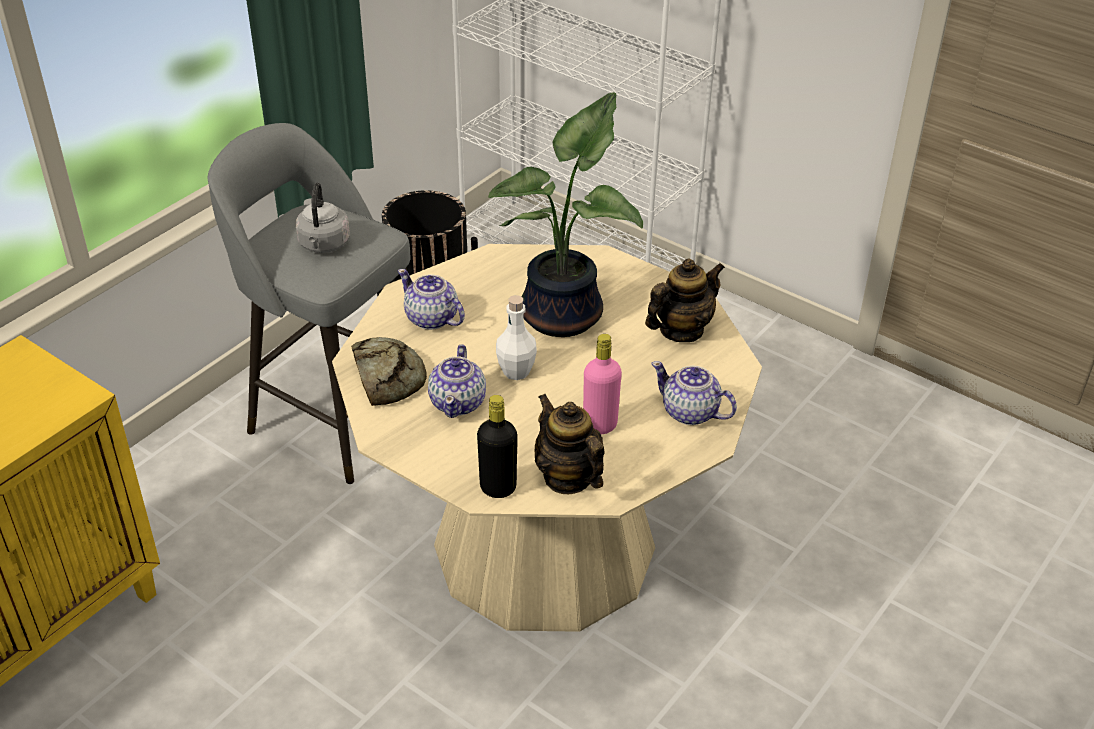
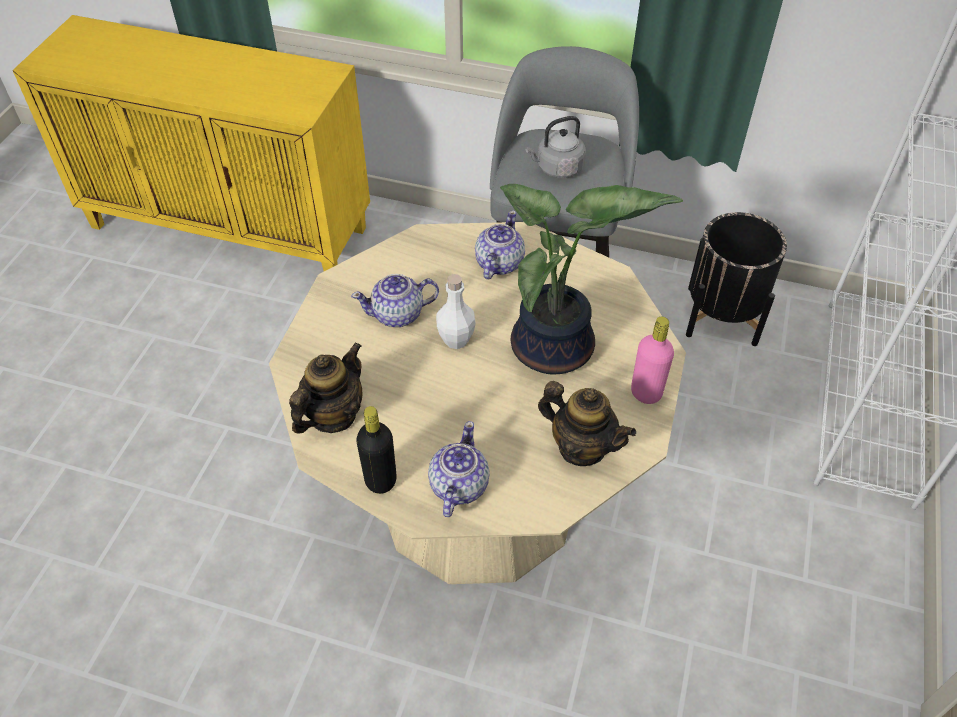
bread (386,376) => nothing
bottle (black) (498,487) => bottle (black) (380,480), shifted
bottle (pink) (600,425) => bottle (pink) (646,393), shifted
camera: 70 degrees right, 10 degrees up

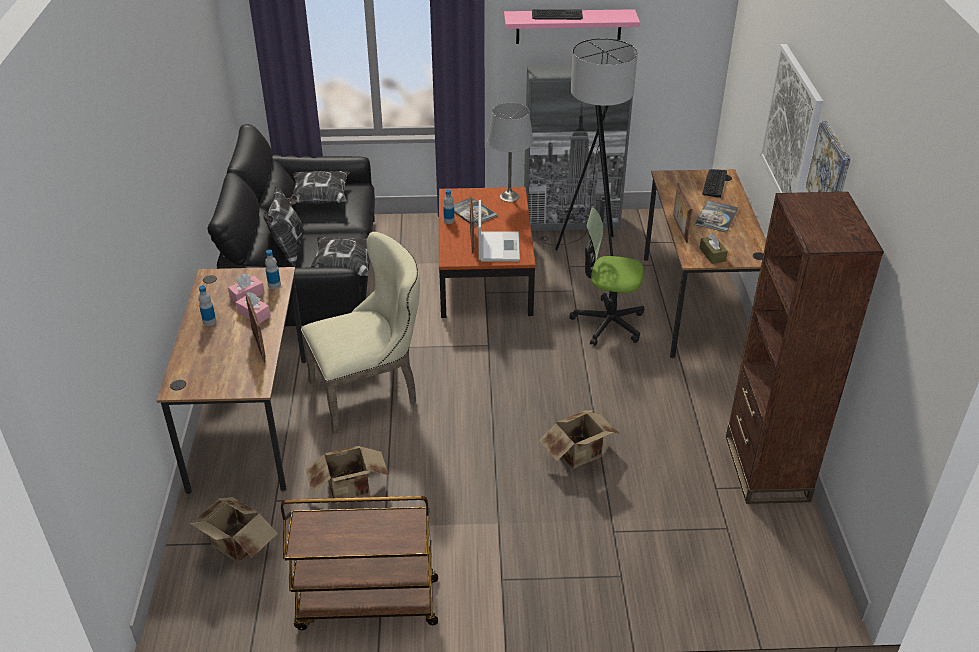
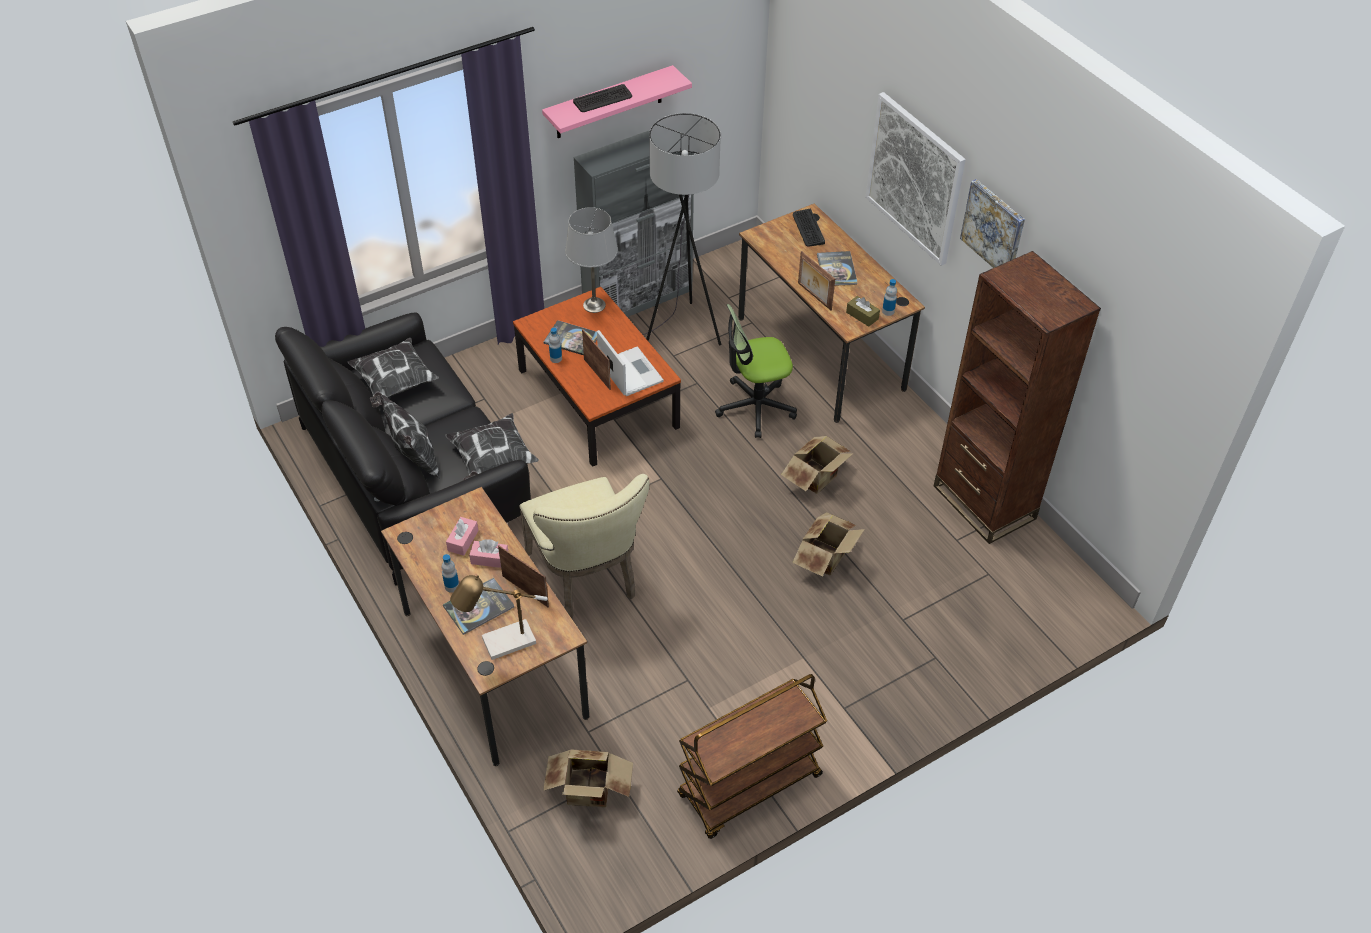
bottle (274,285) => bottle (888,311), shifted
chair (beige) (370,392) => chair (beige) (587,579), 120 degrees clockwise
cardboard box (351,491) => cardboard box (818,479), shifted
nothing => book (478,606)
nothing => table lamp (502,644)
camera: 30 degrees left, 10 degrees up

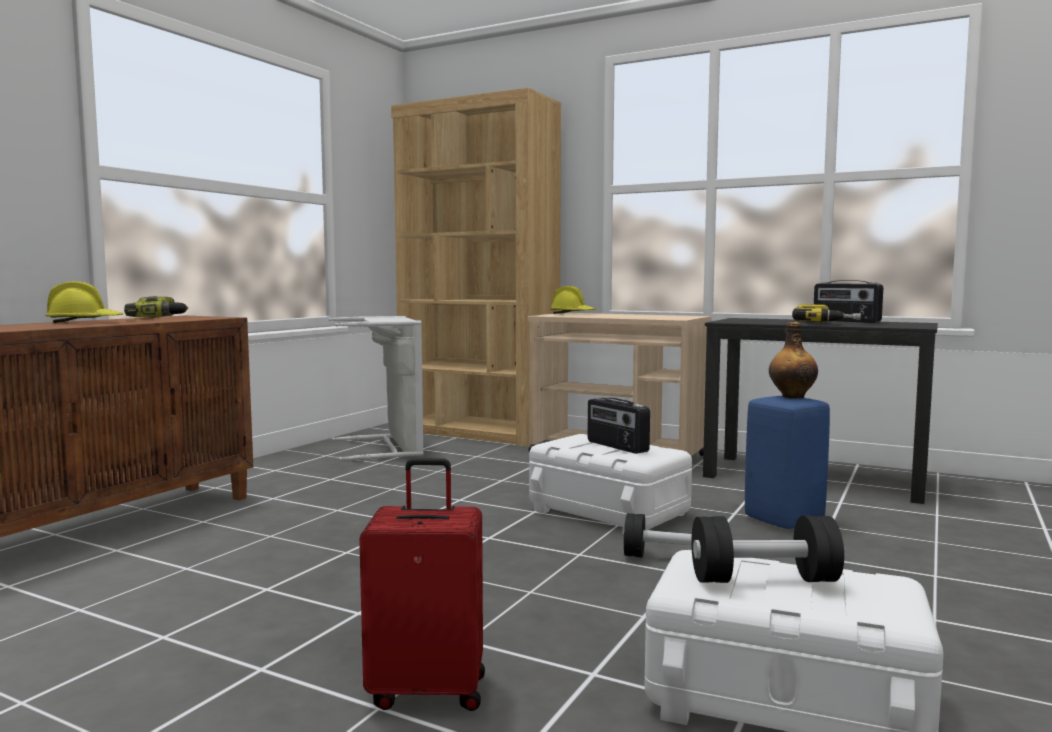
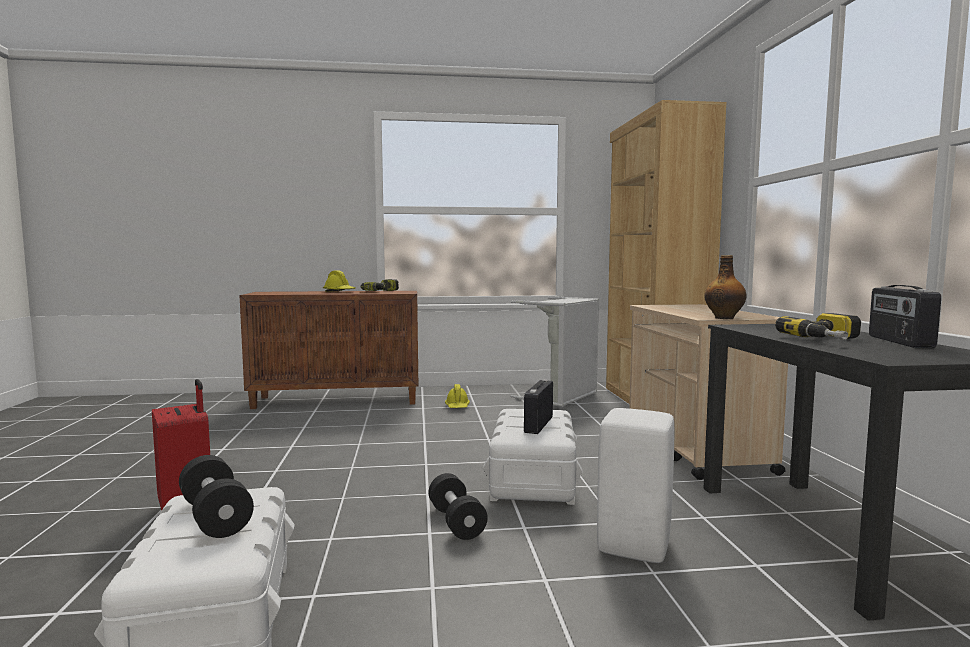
hard hat (yellow) (572,314) => hard hat (yellow) (457,407), shifted
stool (blue) (782,520) => stool (white) (632,546)
bottle (792,396) => bottle (724,318), shifted
camera: 55 degrees right, 0 degrees up

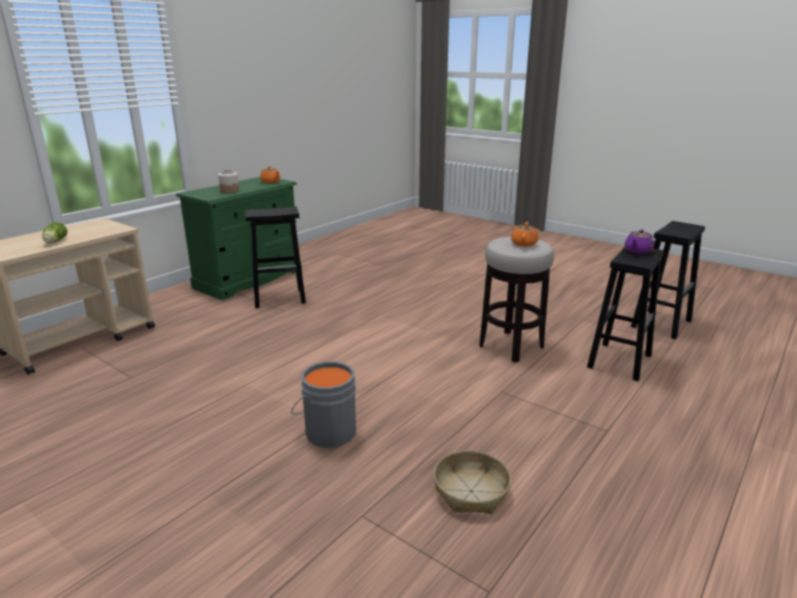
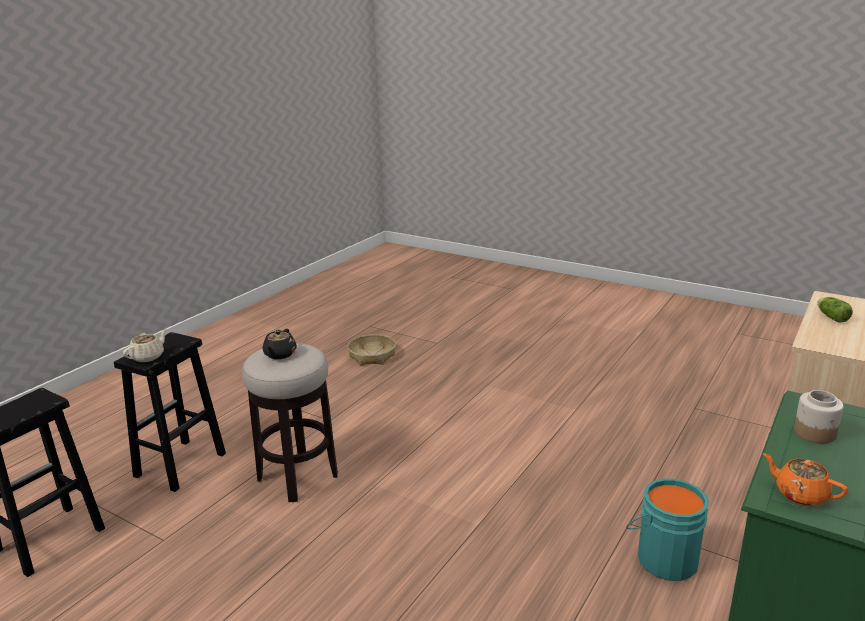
stool (black) (280,298) => bucket (turquoise) (665,558)
bucket (grey) (329,431) => nothing
teapot (orange) (524,243) => teapot (black) (280,354)
teapot (purple) (637,251) => teapot (beige) (148,357)
camera: 175 degrees right, 0 degrees up

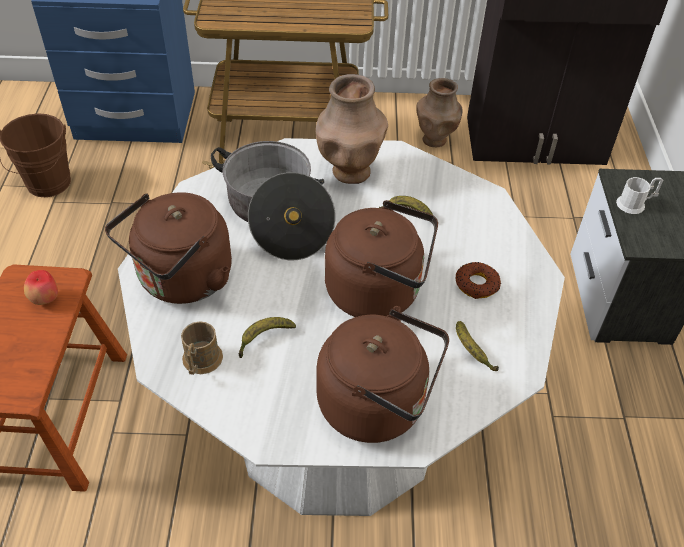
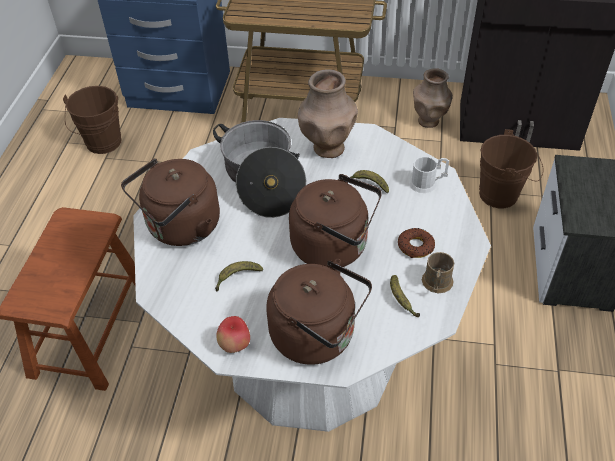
apple (45,299) => apple (235,345), shifted
mug (brown) (200,362) => mug (brown) (436,284), shifted
mug (white) (635,204) => mug (white) (427,183), shifted
nothing => bucket (brown) (503,195)
camera: 10 degrees right, 0 degrees up

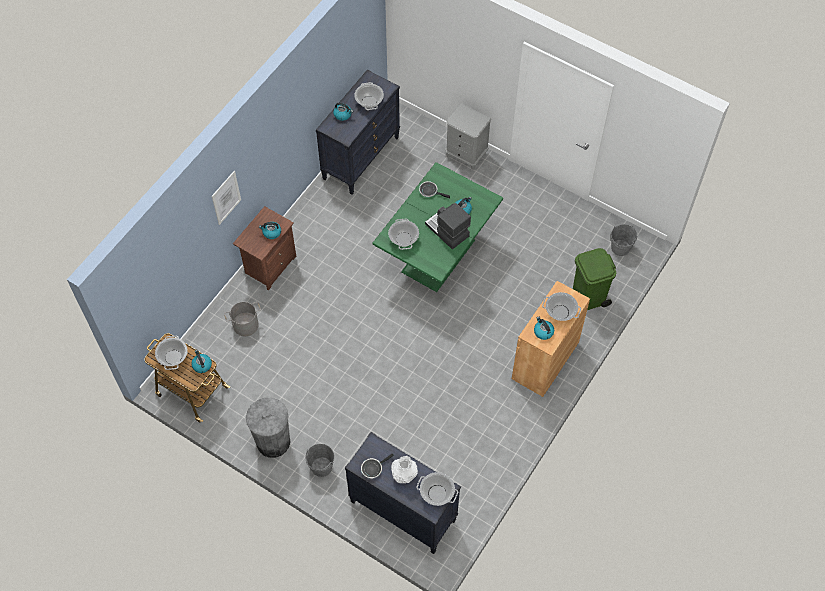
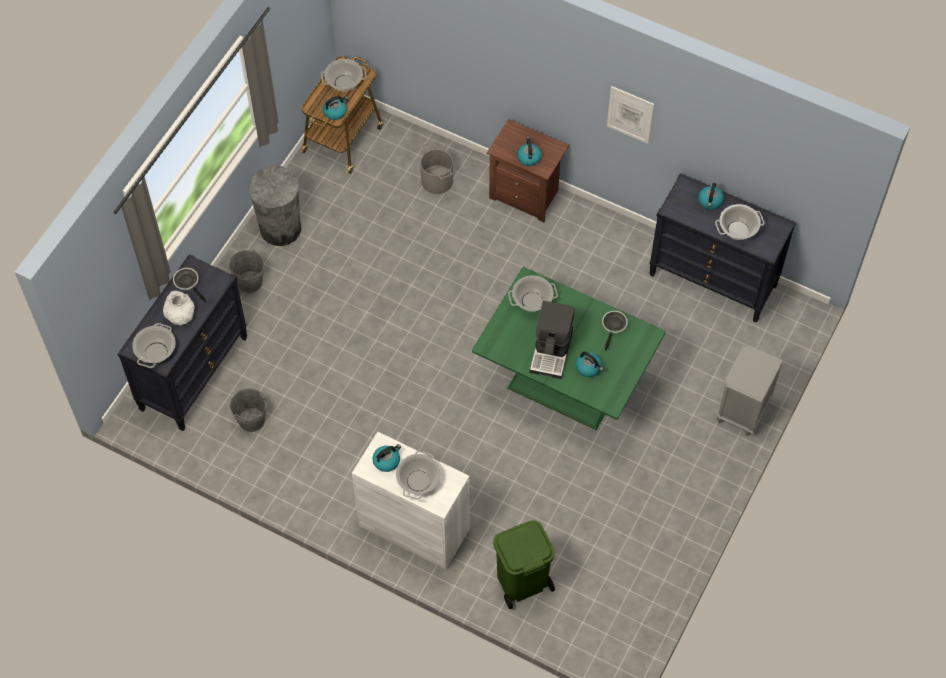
picture (226,197) => picture (630,114), shifted
coffee machine (447,231) => coffee machine (552,351), 150 degrees clockwise
cabinet (brown) (545,360) => cabinet (white) (414,527)
bucket (grey) (620,247) => bucket (grey) (251,420), shifted
camera: 85 degrees right, 0 degrees up

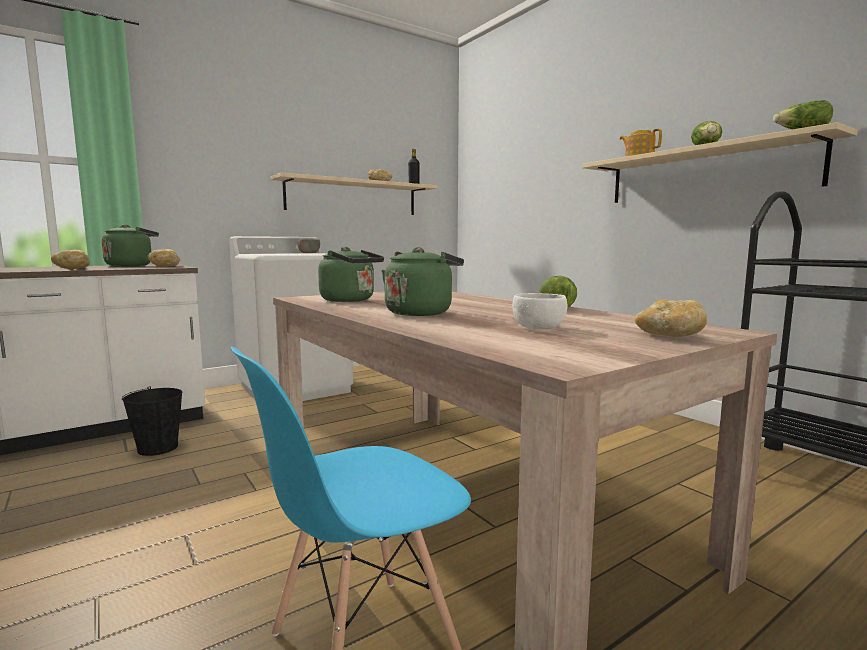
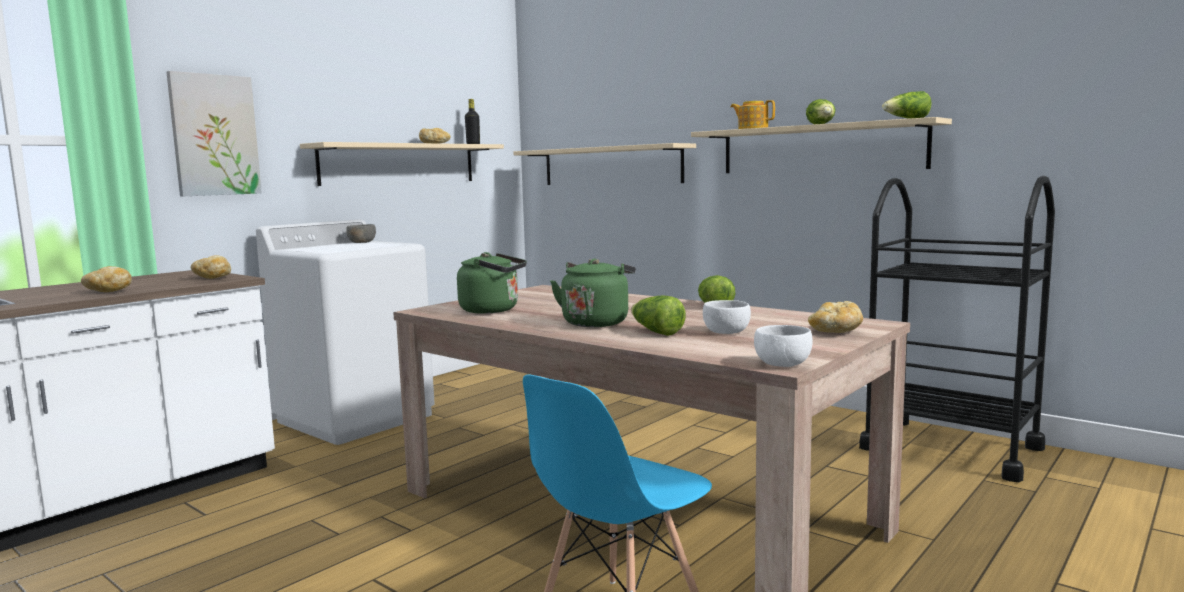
kettle (green) (131,266) => nothing
bucket (black) (158,448) => nothing
nothing => picture (214,135)
nothing => shelf (beige) (610,166)
nothing => lettuce (656,332)
nothing => bowl (white) (782,364)
camera: 15 degrees left, 0 degrees up

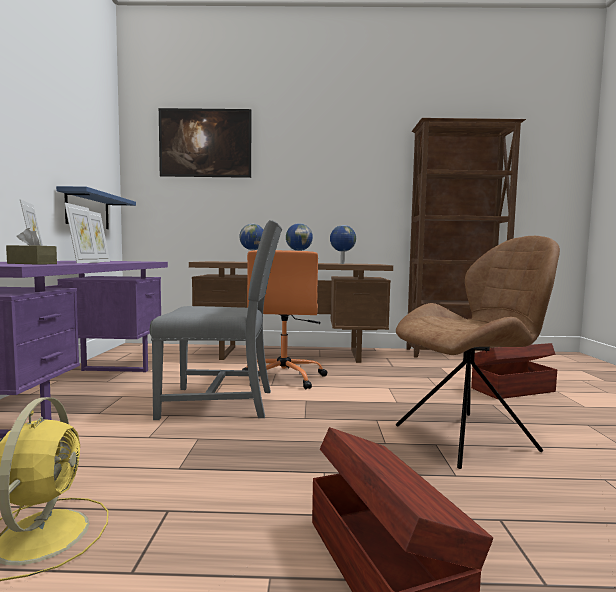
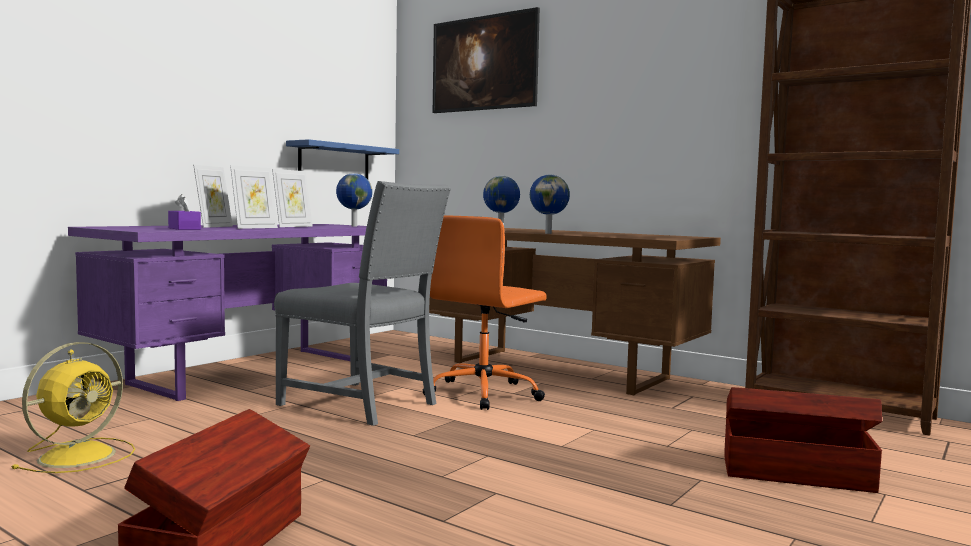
tissue box (brown) (32,263) => tissue box (purple) (184,228)
globe (342,264) => globe (353,226), shifted
chair (brown) (469,437) => nothing
camera: 35 degrees right, 0 degrees up

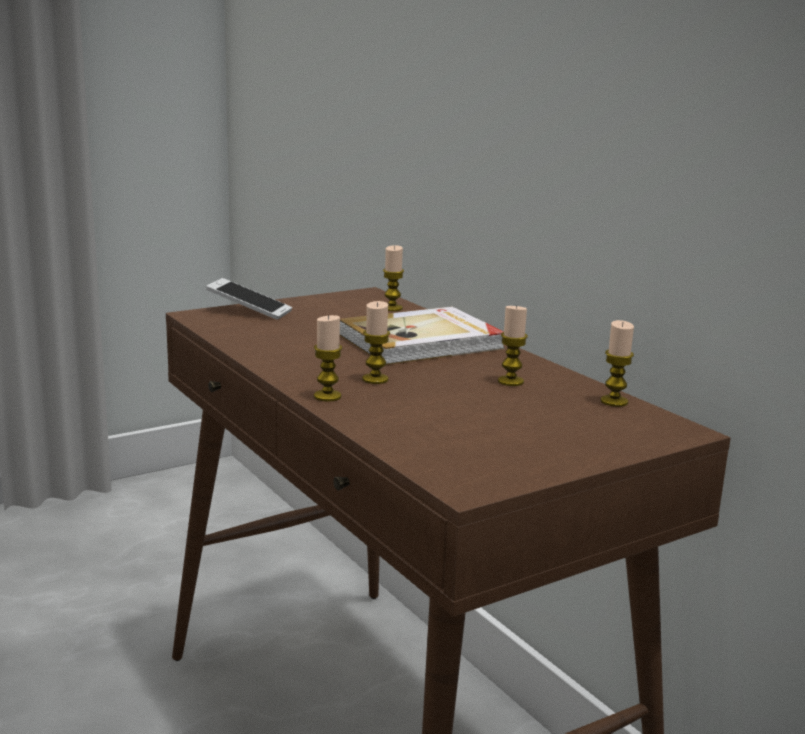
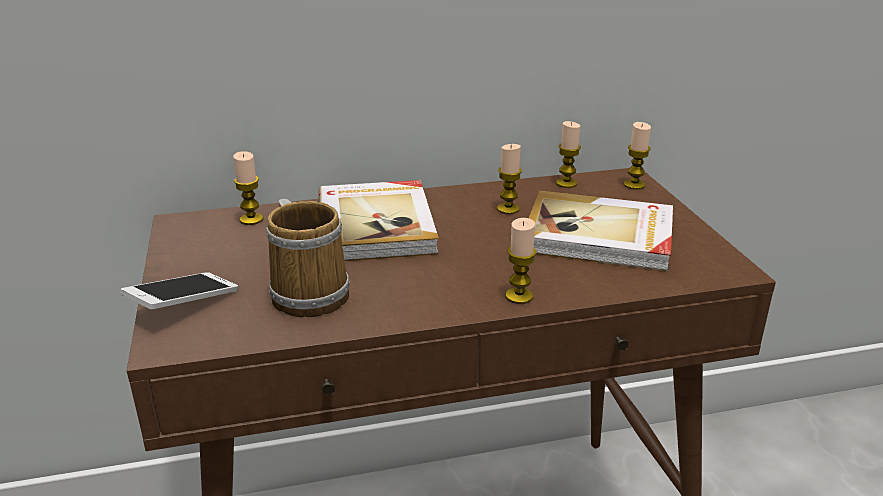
candle (375,379) => candle (634,185), shifted
nothing => mug (310,292)
nothing => book (599,236)
camera: 70 degrees left, 10 degrees up

